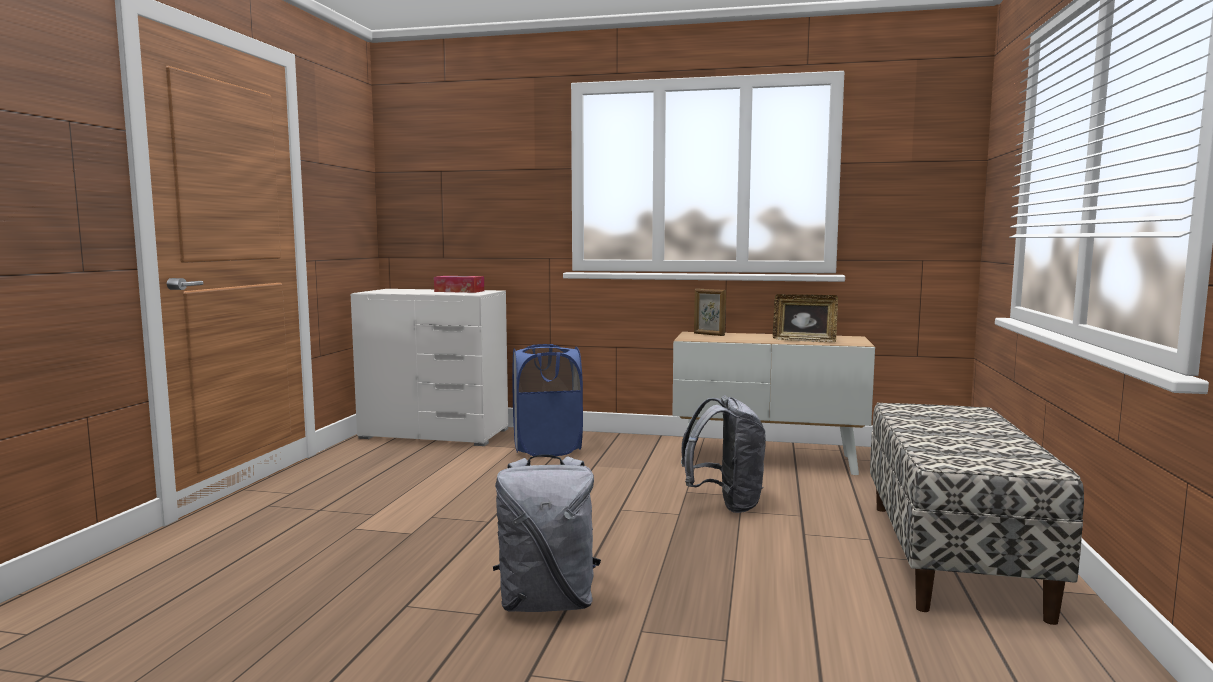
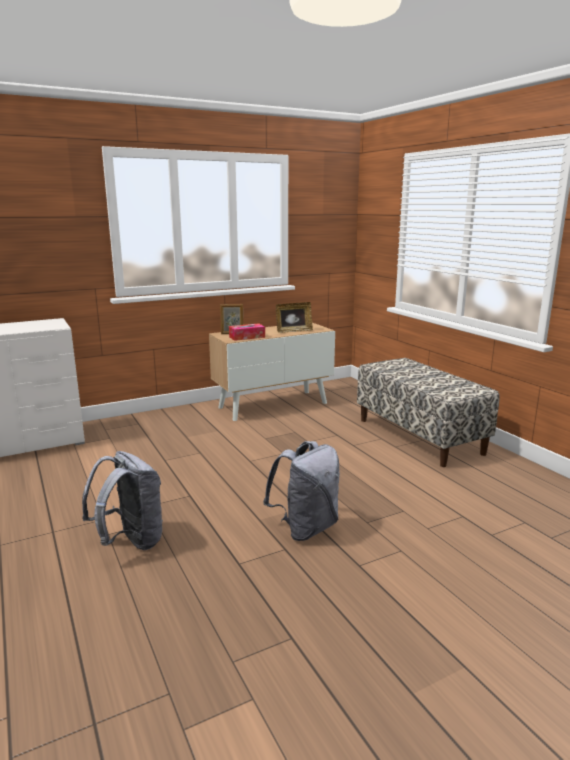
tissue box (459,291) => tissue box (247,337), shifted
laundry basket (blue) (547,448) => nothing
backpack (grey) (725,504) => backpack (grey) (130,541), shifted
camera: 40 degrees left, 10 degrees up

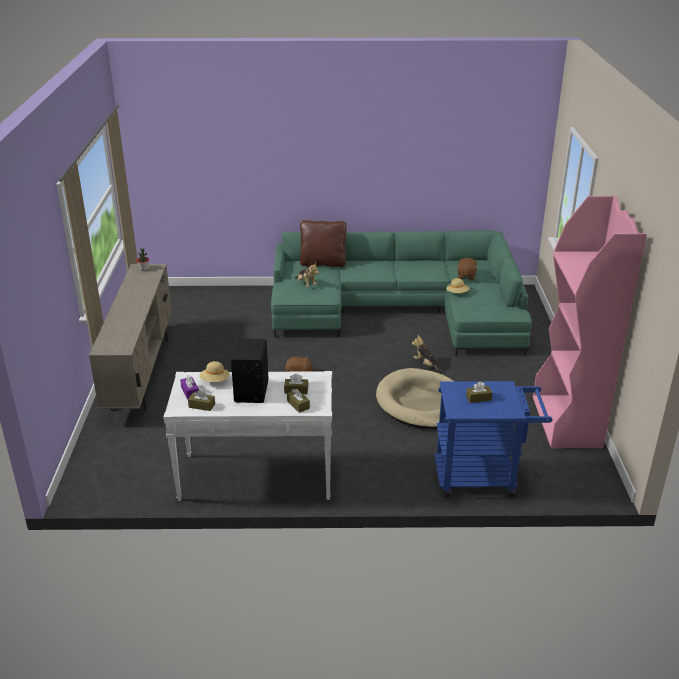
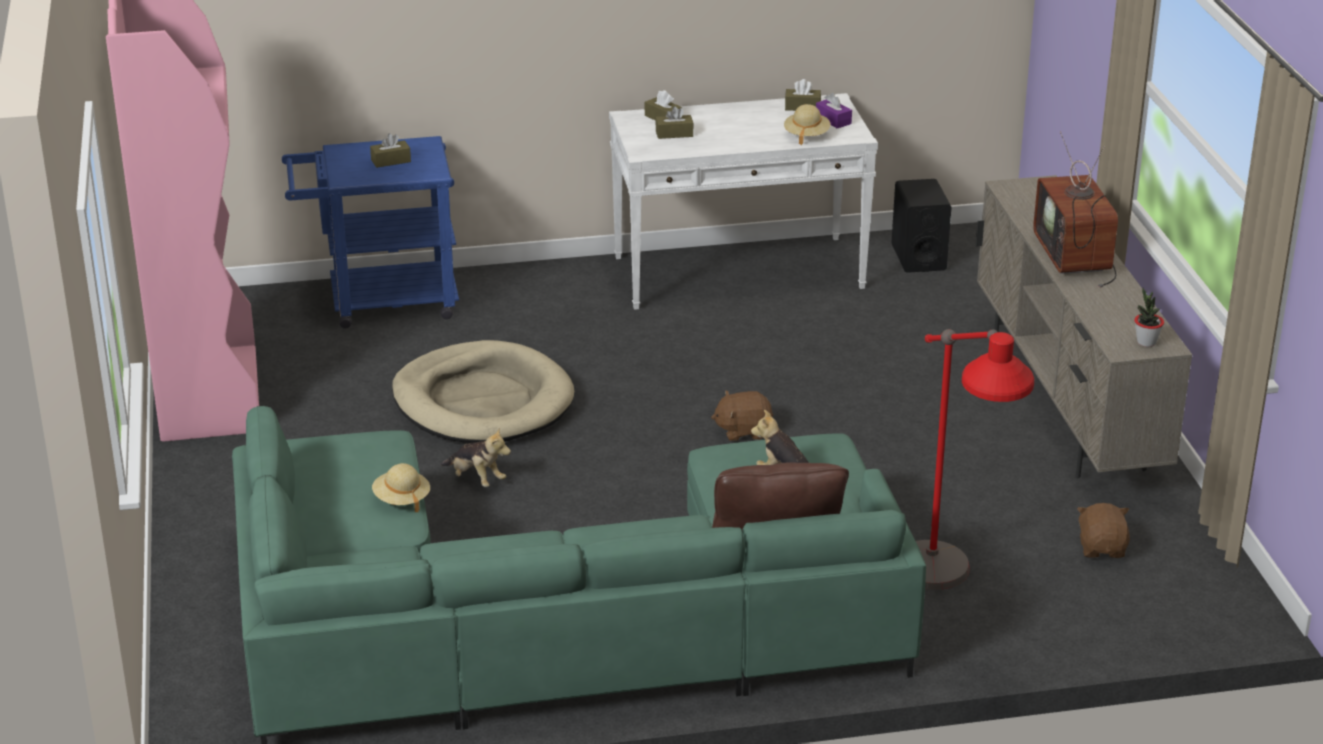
speaker (black) (251,391) => speaker (black) (918,257), shifted
plush toy (brown) (466,276) => plush toy (brown) (1102,548), shifted
nothing => floor lamp (red) (947,599)
nothing => television (1076,257)
camera: 170 degrees right, 0 degrees up

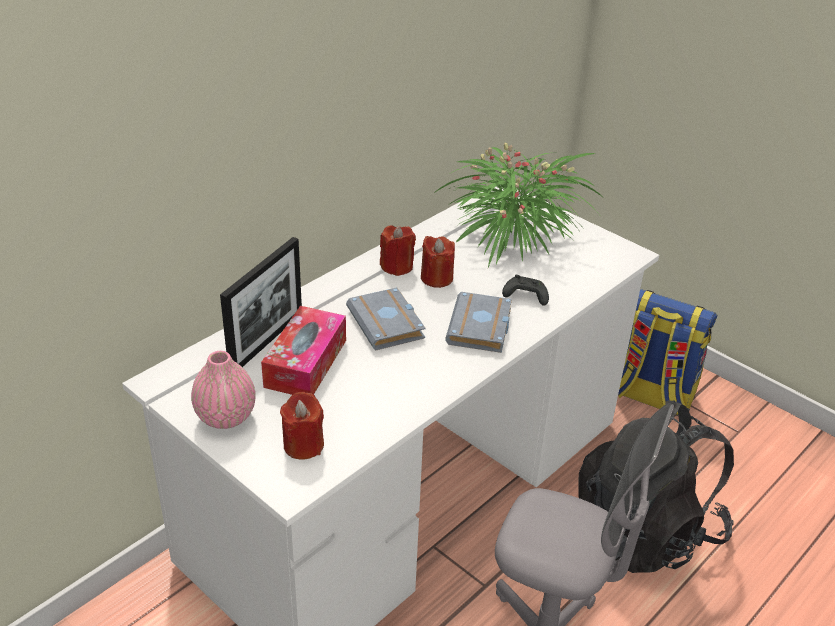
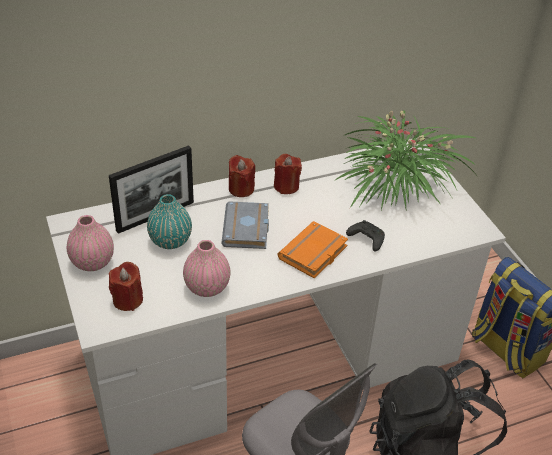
tissue box (306,363) => vase (turquoise) (170,241)
candle (red) (436,278) => candle (red) (241,189), shifted
book (grey) (481,328) => book (orange) (313,254)
nothing => vase (pink) (207,287)
camera: 25 degrees right, 5 degrees up

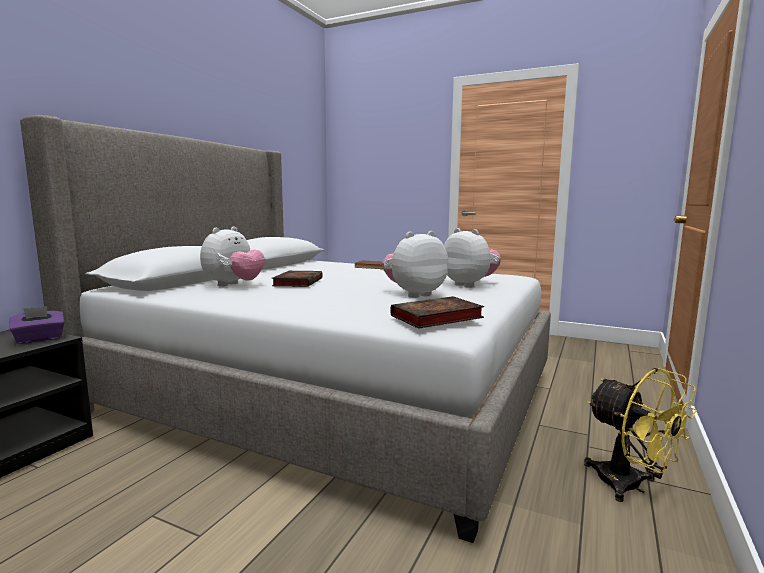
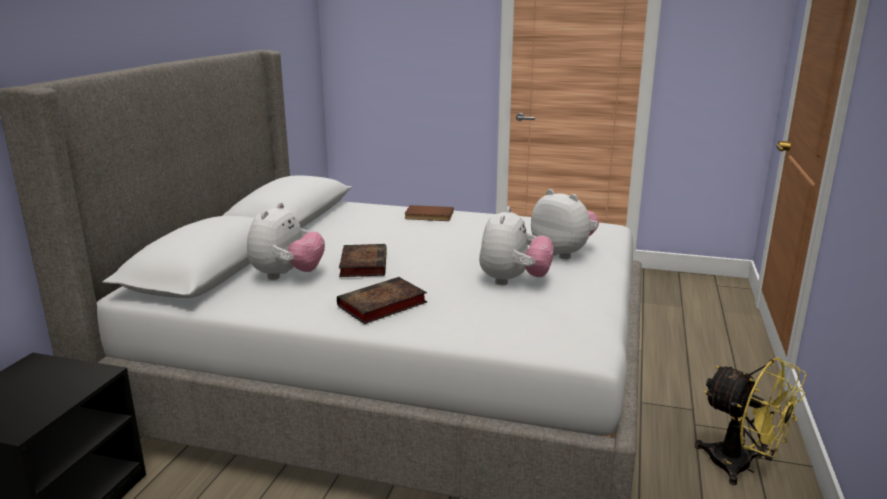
tissue box (purple) (39,339) => nothing
plush toy (414,294) => plush toy (513,281), 150 degrees clockwise
book (435,318) => book (381,305), shifted
camera: 10 degrees left, 10 degrees up

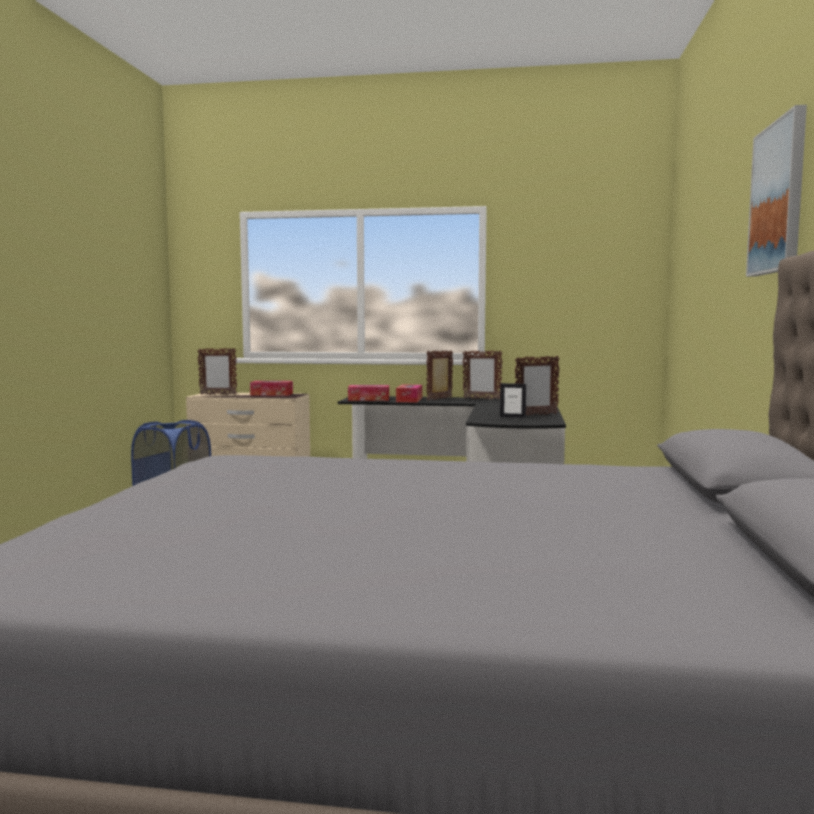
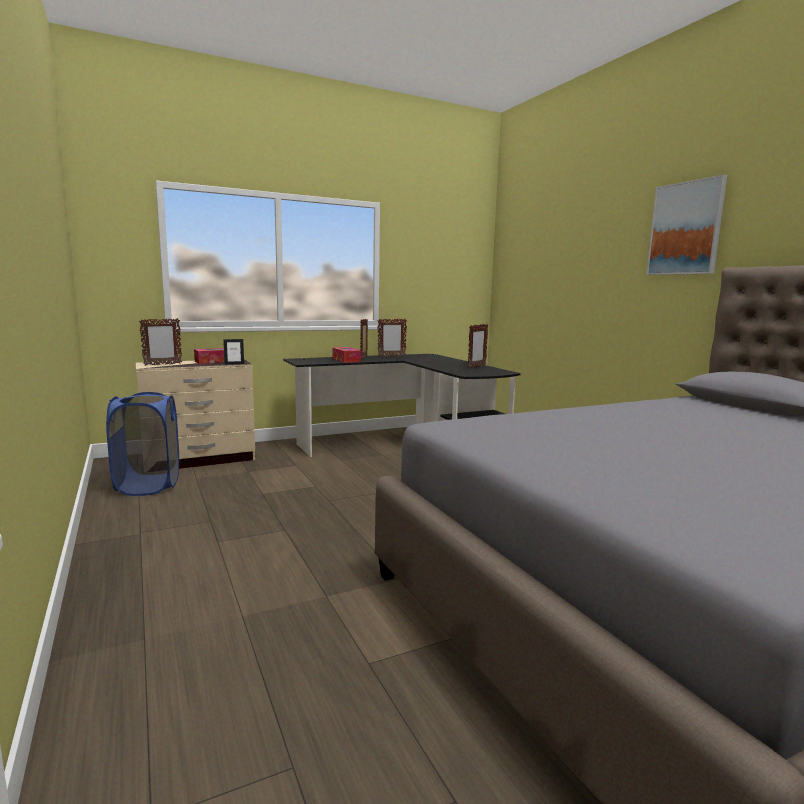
tissue box (369,399) => nothing
picture frame (512,417) => picture frame (234,364), shifted
camera: 35 degrees left, 5 degrees up

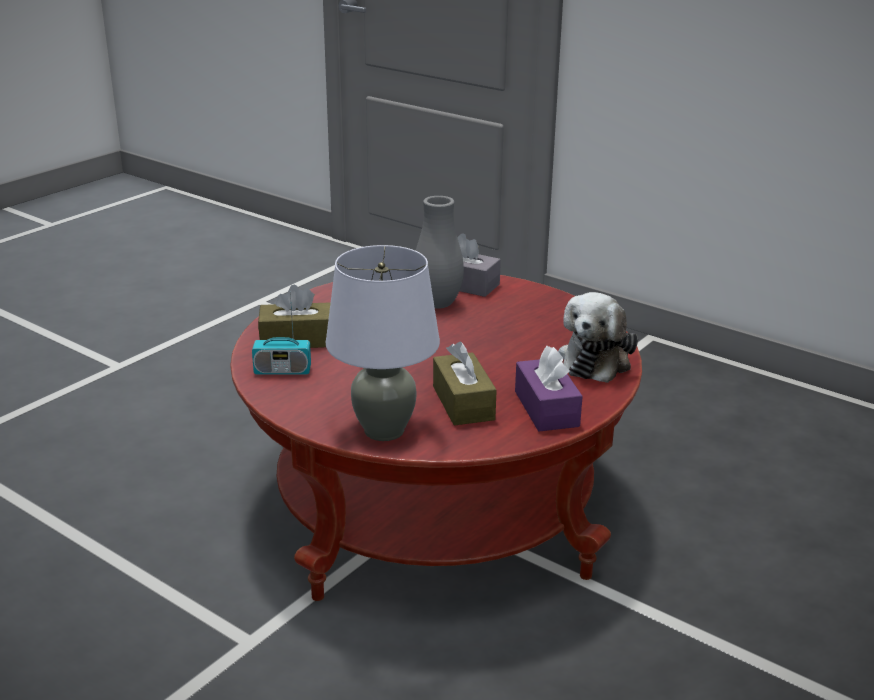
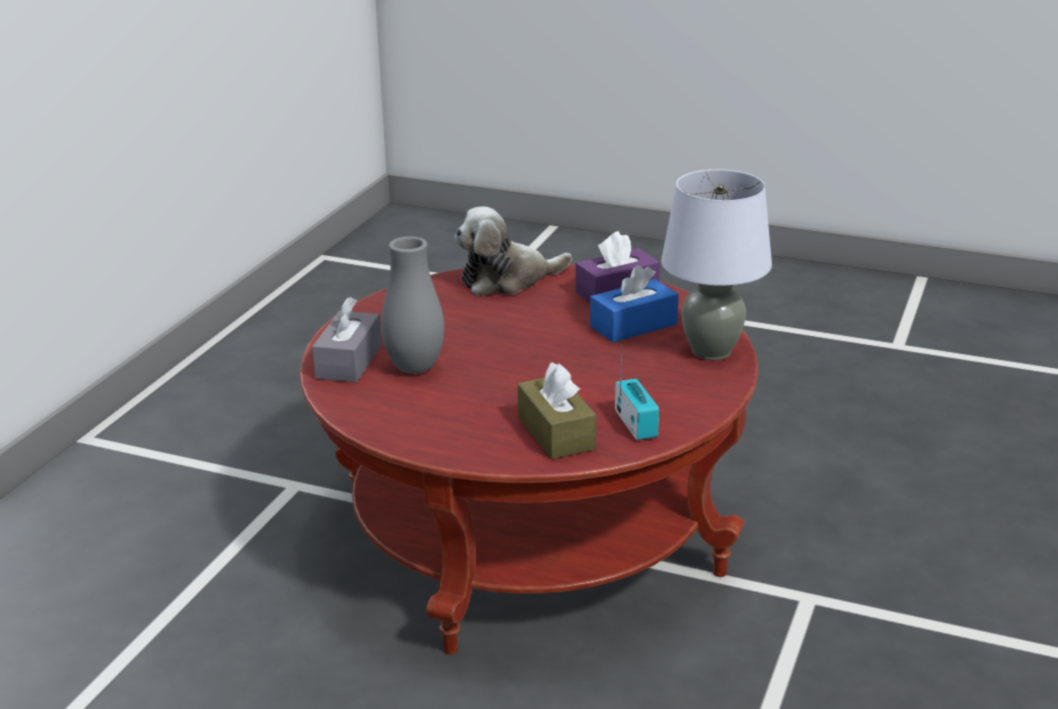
tissue box (brown) (463,403) => tissue box (blue) (633,325)
plush toy (596,359) => plush toy (507,280), 150 degrees clockwise
camera: 105 degrees left, 0 degrees up

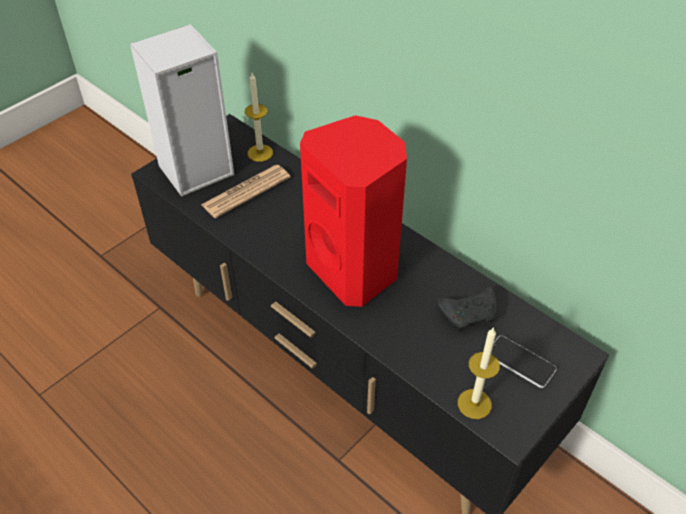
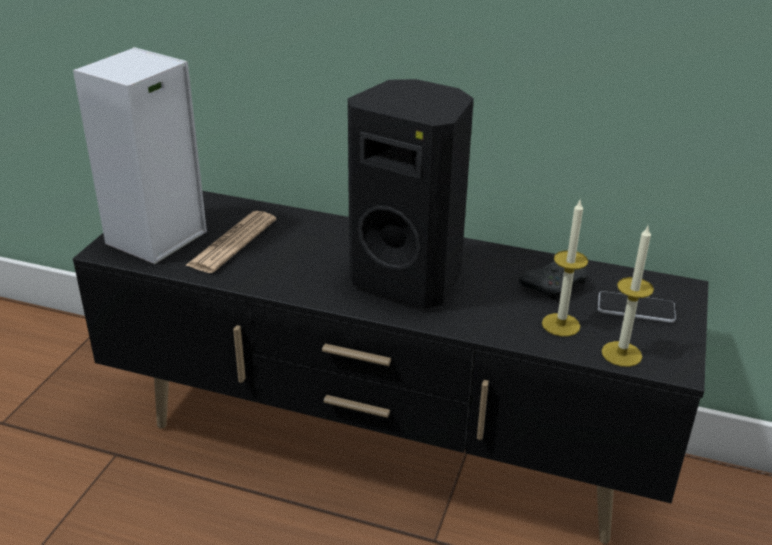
candle (260,153) => candle (561,325), shifted
speaker (red) (355,270) => speaker (black) (409,279)
camera: 25 degrees left, 15 degrees down

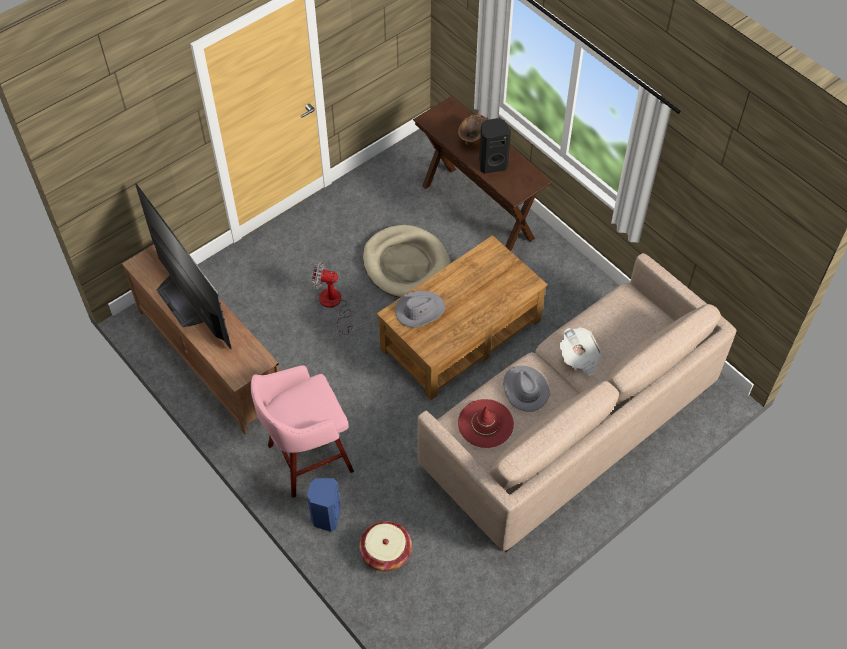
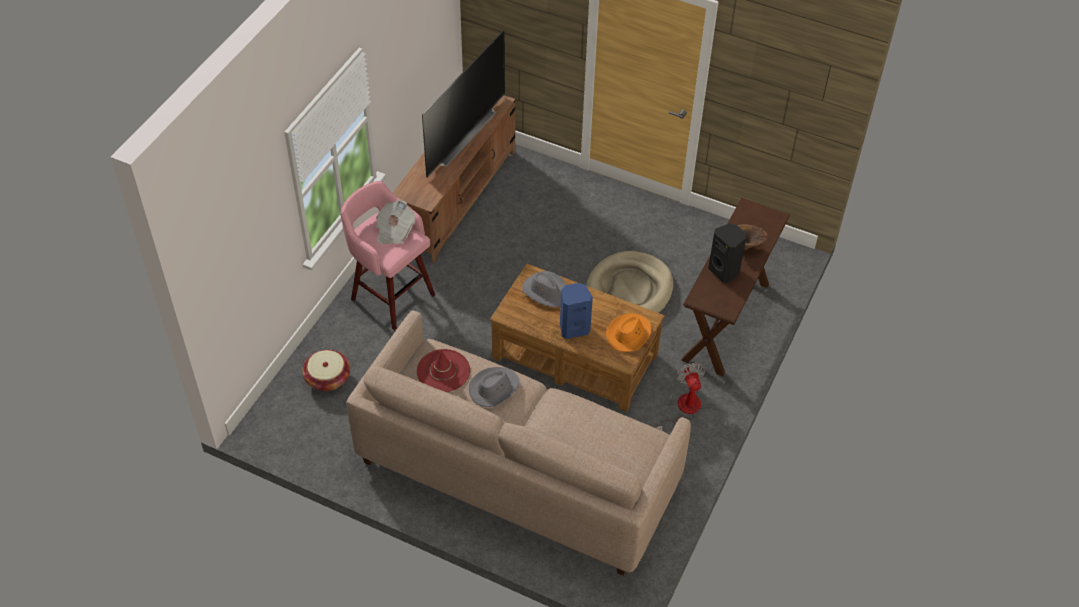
speaker (blue) (325,516) => speaker (blue) (573,328), shifted
fan (333,305) => fan (683,410), shifted
newspaper (579,358) => newspaper (394,231), shifted
nothing => hat (orange) (629,334)
camera: 65 degrees right, 5 degrees down

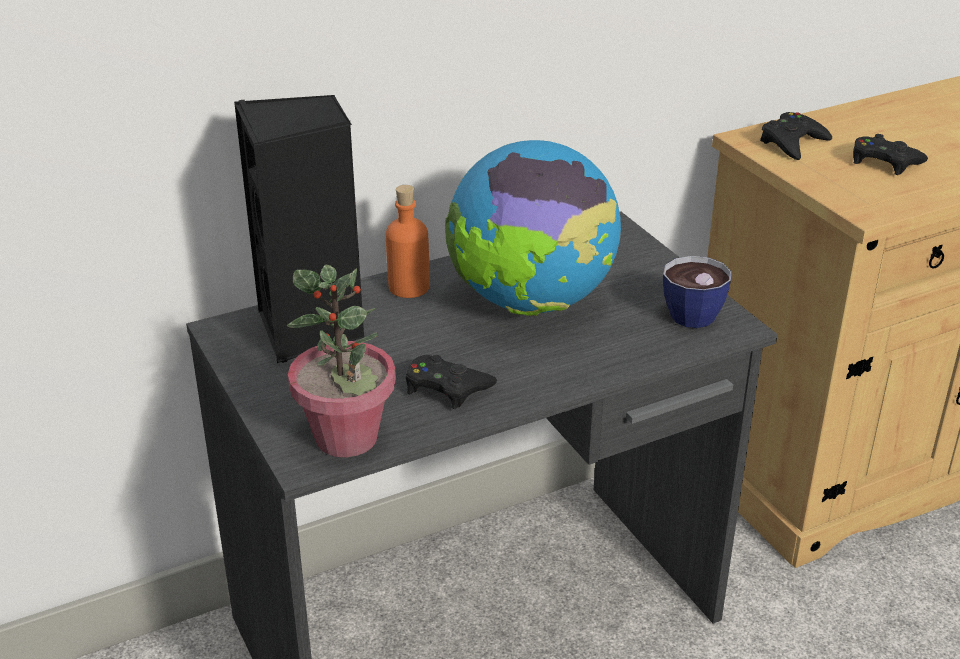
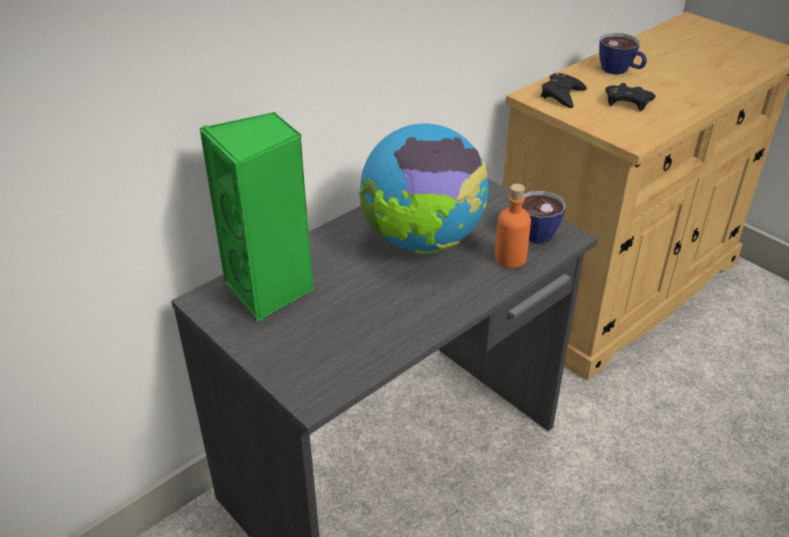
speaker (black) (311,330) => speaker (green) (271,290)
potted plant (347,438) => nothing
bottle (orange) (409,287) => bottle (orange) (510,258), shifted
game controller (black) (446,387) => nothing
nothing => cup (620,71)
camera: 15 degrees left, 5 degrees up

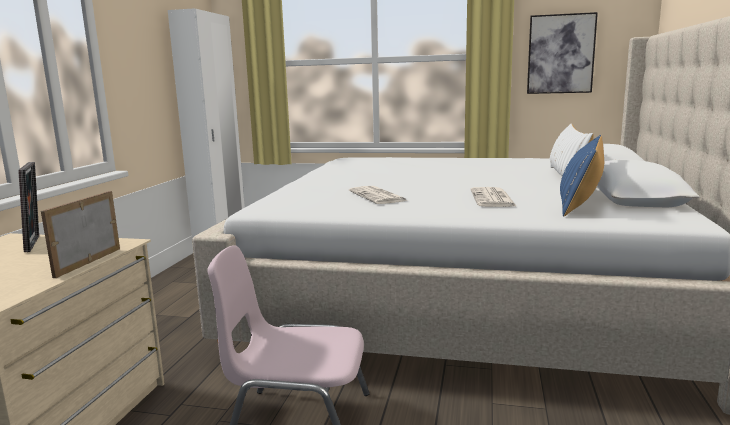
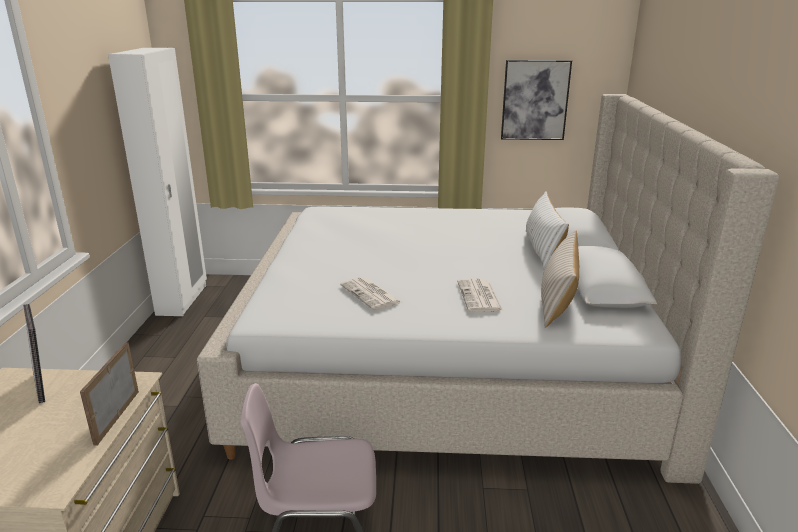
pillow (blue) (580,201) => pillow (beige) (557,300)
camera: 10 degrees left, 10 degrees up

